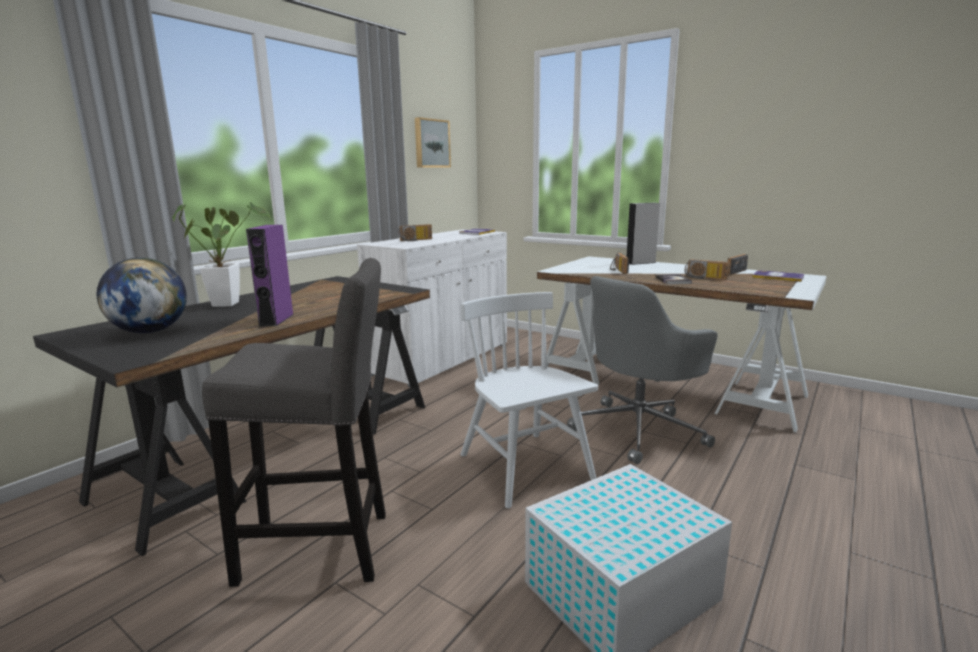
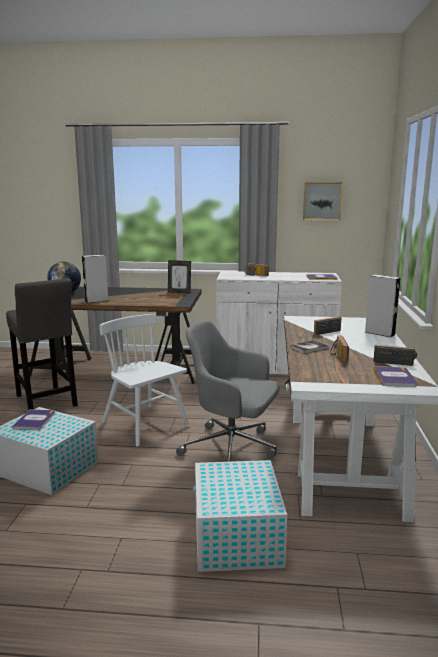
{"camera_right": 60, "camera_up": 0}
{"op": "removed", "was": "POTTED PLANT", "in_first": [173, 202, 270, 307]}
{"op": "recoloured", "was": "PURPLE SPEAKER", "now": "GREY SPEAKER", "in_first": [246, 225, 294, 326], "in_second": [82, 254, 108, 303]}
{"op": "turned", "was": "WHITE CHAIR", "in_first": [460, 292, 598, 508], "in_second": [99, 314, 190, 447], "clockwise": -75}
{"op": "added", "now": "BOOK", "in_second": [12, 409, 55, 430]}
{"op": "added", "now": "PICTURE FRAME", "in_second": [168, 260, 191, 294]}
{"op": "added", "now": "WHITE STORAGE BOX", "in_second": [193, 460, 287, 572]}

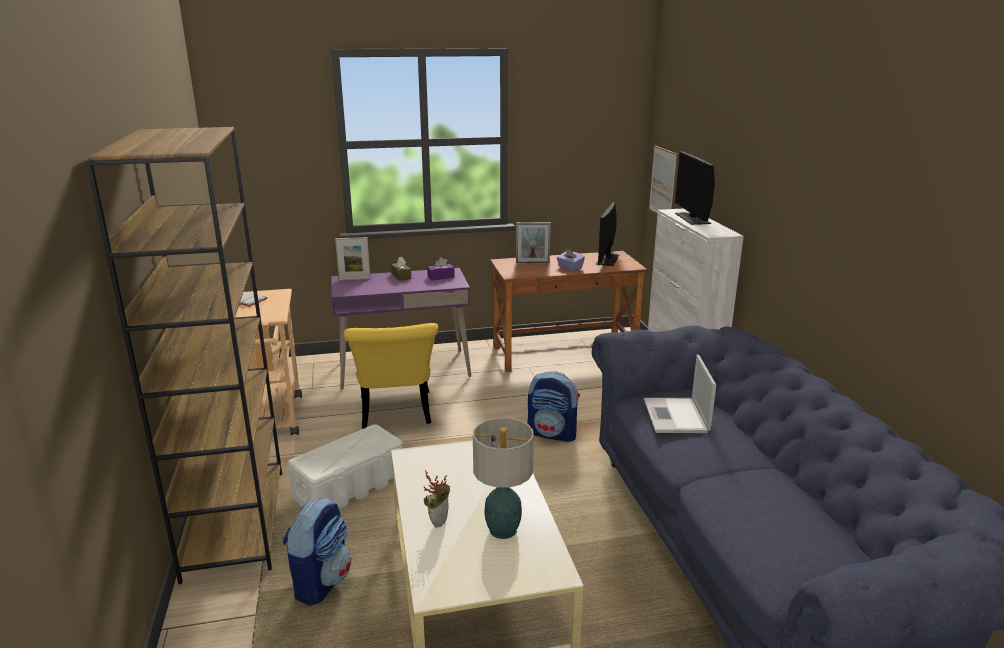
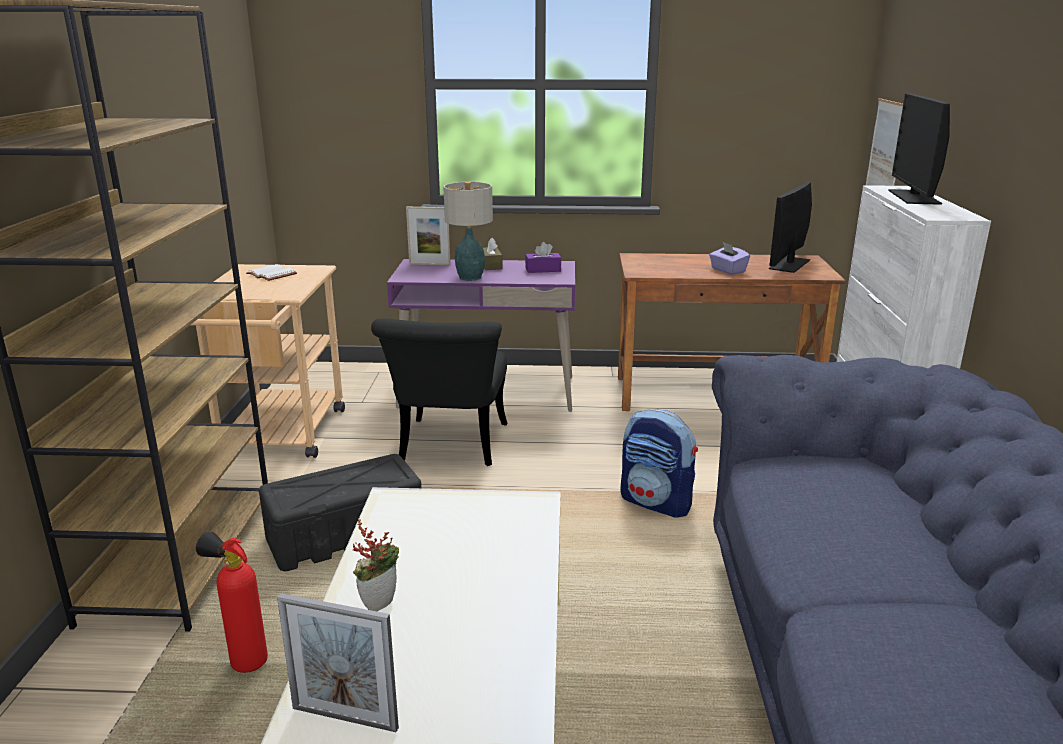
{"camera_right": 15, "camera_up": 0}
{"op": "replaced", "was": "BACKPACK", "now": "FIRE EXTINGUISHER", "in_first": [283, 497, 351, 606], "in_second": [196, 531, 268, 673]}
{"op": "recoloured", "was": "WHITE STORAGE BOX", "now": "BLACK STORAGE BOX", "in_first": [288, 424, 403, 509], "in_second": [259, 454, 422, 571]}
{"op": "recoloured", "was": "YELLOW CHAIR", "now": "BLACK CHAIR", "in_first": [344, 323, 438, 429], "in_second": [371, 318, 508, 466]}
{"op": "moved", "was": "TABLE LAMP", "in_first": [473, 418, 534, 539], "in_second": [443, 182, 493, 281]}
{"op": "moved", "was": "PICTURE FRAME", "in_first": [516, 222, 551, 263], "in_second": [277, 593, 399, 732]}
{"op": "removed", "was": "LAPTOP", "in_first": [644, 355, 716, 433]}

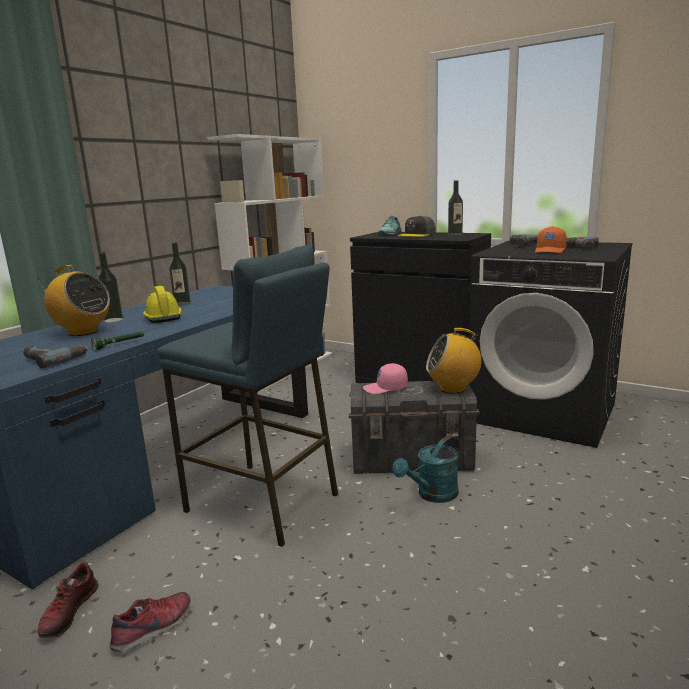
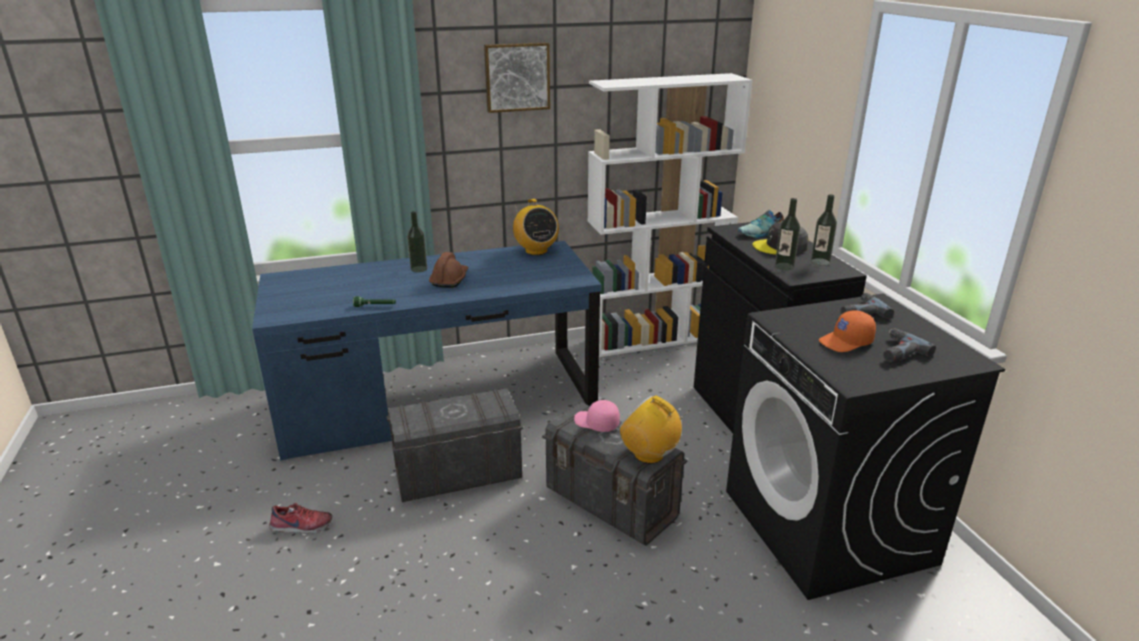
{"camera_right": 40, "camera_up": 10}
{"op": "removed", "was": "POWER DRILL", "in_first": [23, 344, 88, 369]}
{"op": "moved", "was": "RADIO", "in_first": [37, 265, 110, 336], "in_second": [513, 199, 559, 255]}
{"op": "removed", "was": "SHOE", "in_first": [38, 562, 98, 638]}
{"op": "recoloured", "was": "YELLOW HARD HAT", "now": "BROWN HARD HAT", "in_first": [143, 286, 182, 323], "in_second": [429, 252, 469, 288]}
{"op": "replaced", "was": "BLUE STOOL", "now": "GREY STORAGE BOX", "in_first": [157, 245, 338, 547], "in_second": [386, 388, 523, 502]}
{"op": "moved", "was": "BOTTLE", "in_first": [169, 242, 191, 306], "in_second": [775, 198, 800, 270]}
{"op": "removed", "was": "TURQUOISE WATERING CAN", "in_first": [393, 435, 460, 503]}
{"op": "added", "now": "PICTURE", "in_second": [484, 42, 550, 113]}

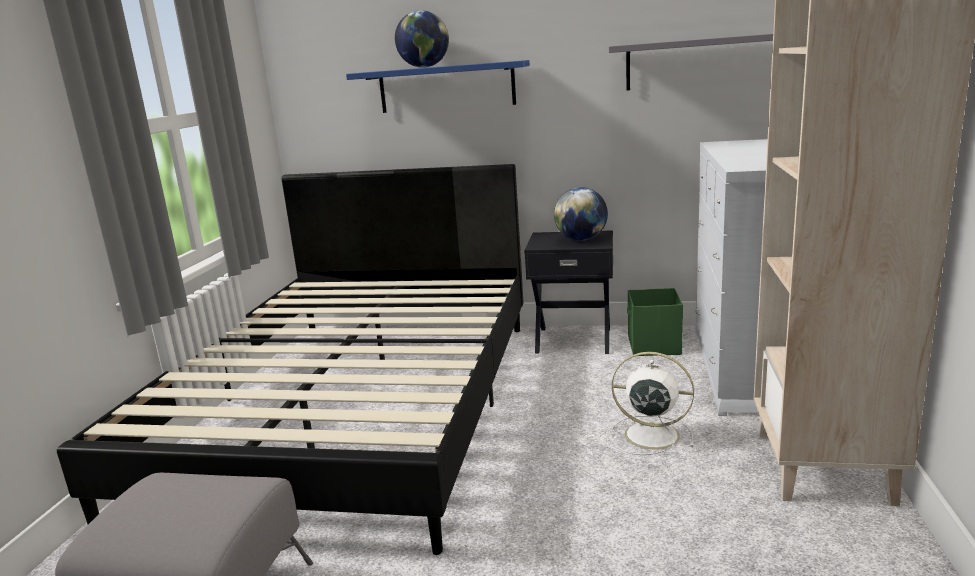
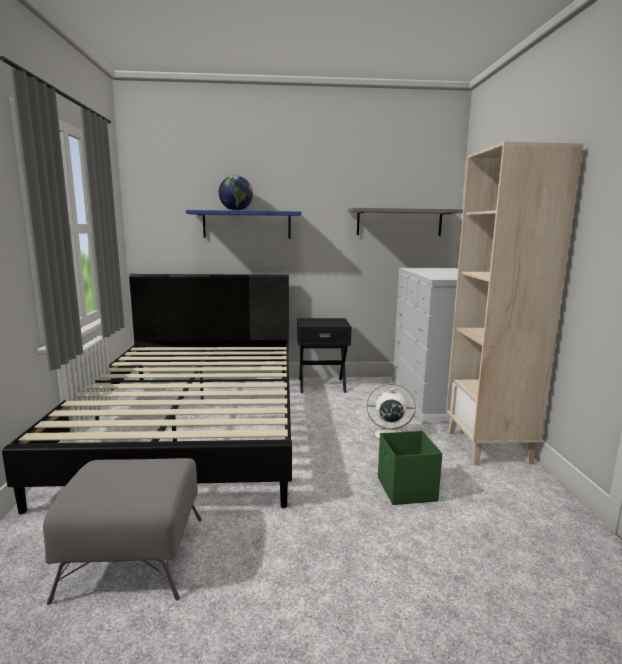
{"camera_right": -15, "camera_up": -5}
{"op": "removed", "was": "GLOBE", "in_first": [554, 187, 608, 241]}
{"op": "moved", "was": "GREEN STORAGE BOX", "in_first": [627, 288, 683, 356], "in_second": [378, 431, 442, 505]}

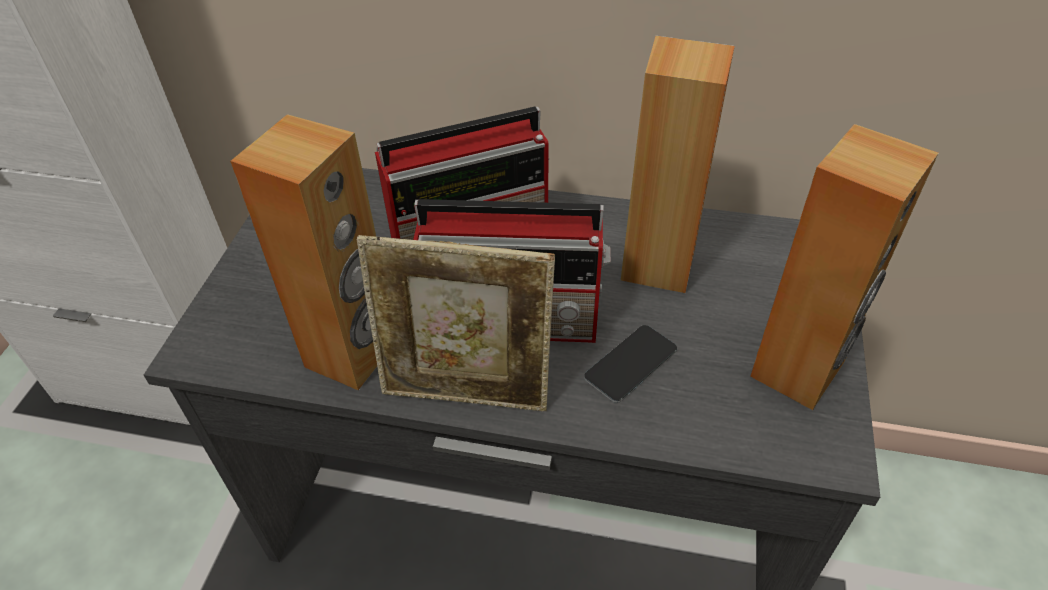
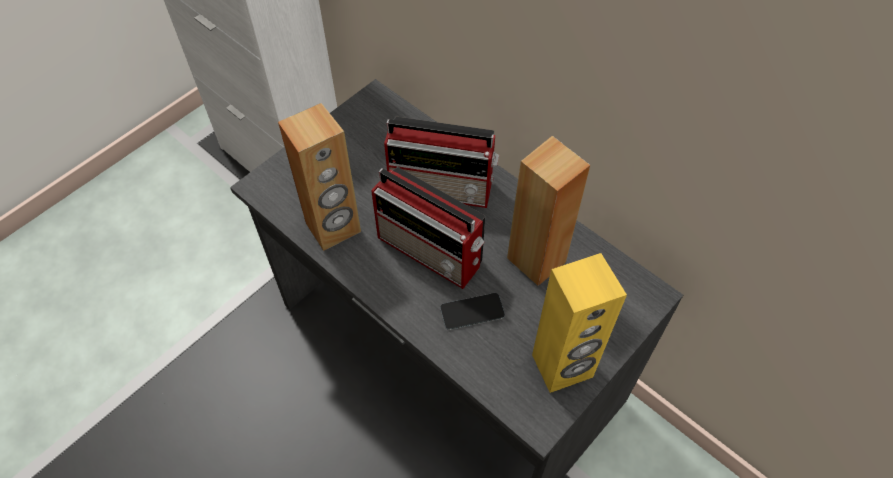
{"camera_right": 30, "camera_up": 10}
{"op": "removed", "was": "PICTURE FRAME", "in_first": [357, 235, 555, 411]}
{"op": "recoloured", "was": "BROWN SPEAKER", "now": "YELLOW SPEAKER", "in_first": [750, 124, 938, 410], "in_second": [532, 253, 627, 393]}

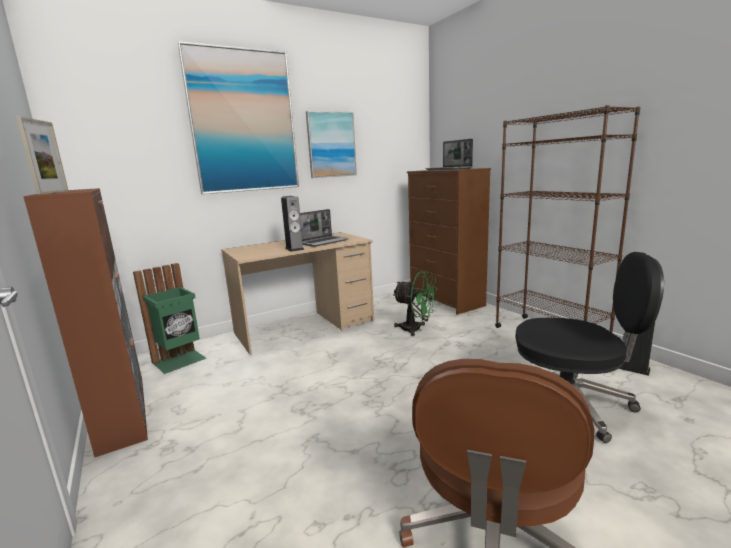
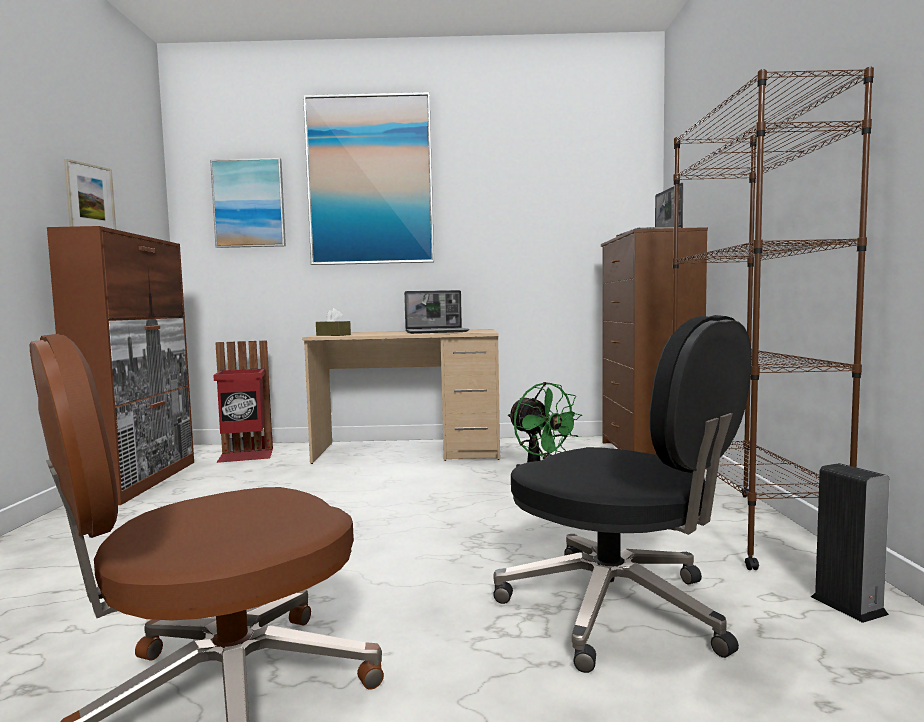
{"camera_right": 30, "camera_up": -10}
{"op": "recoloured", "was": "GREEN TRASH CAN", "now": "RED TRASH CAN", "in_first": [133, 263, 206, 374], "in_second": [213, 340, 273, 463]}
{"op": "removed", "was": "SPEAKER", "in_first": [281, 196, 304, 252]}
{"op": "moved", "was": "PICTURE", "in_first": [306, 111, 357, 178], "in_second": [210, 158, 286, 248]}
{"op": "added", "now": "BROWN TISSUE BOX", "in_second": [316, 308, 351, 336]}

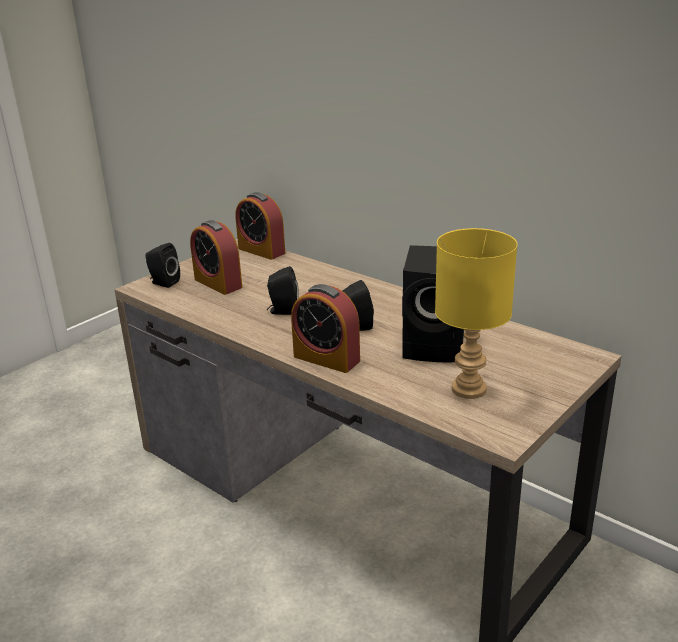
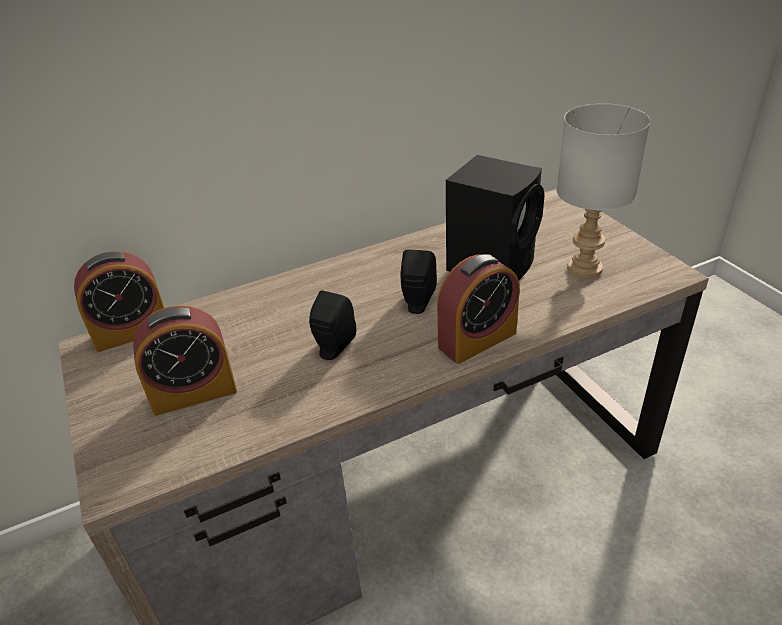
{"camera_right": -65, "camera_up": 10}
{"op": "removed", "was": "BLACK SPEAKER", "in_first": [145, 243, 180, 288]}
{"op": "recoloured", "was": "YELLOW TABLE LAMP", "now": "GREY TABLE LAMP", "in_first": [435, 228, 518, 399], "in_second": [557, 103, 650, 278]}

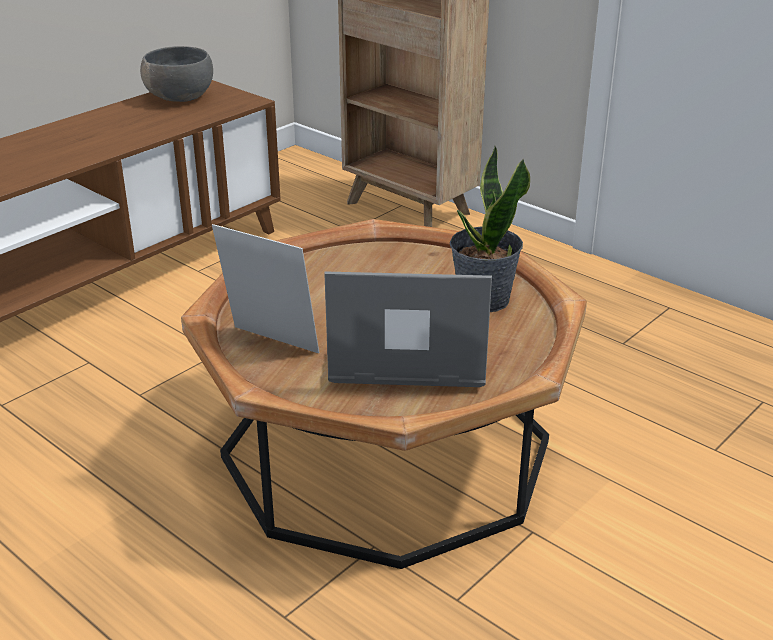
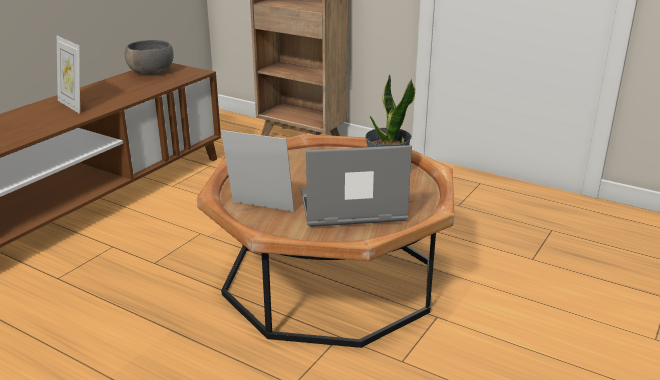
{"camera_right": -10, "camera_up": -5}
{"op": "added", "now": "PICTURE FRAME", "in_second": [57, 36, 80, 114]}

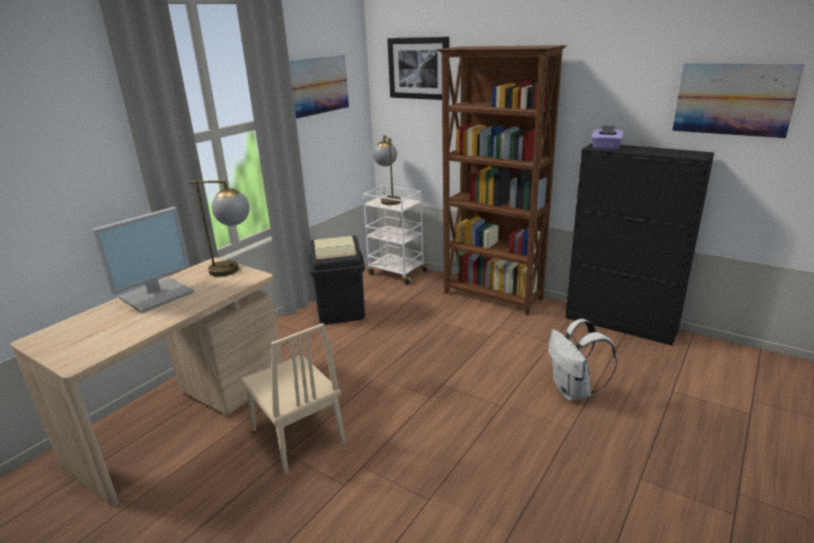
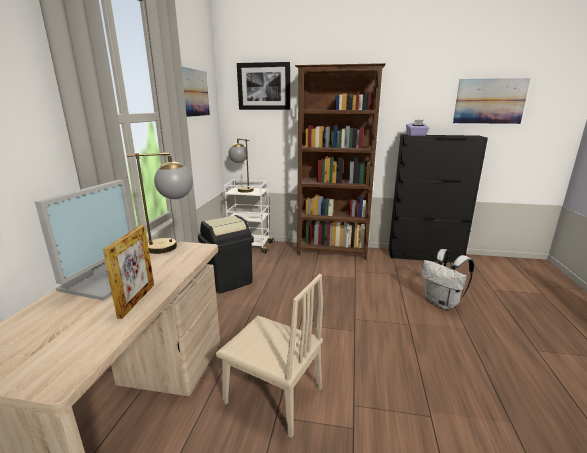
{"camera_right": -25, "camera_up": -5}
{"op": "added", "now": "PICTURE FRAME", "in_second": [103, 225, 154, 319]}

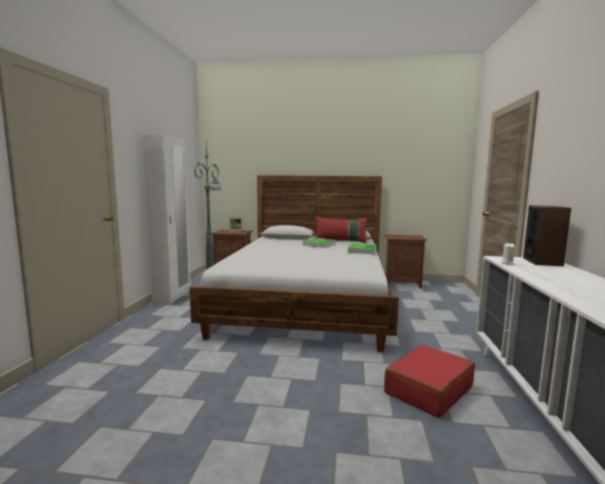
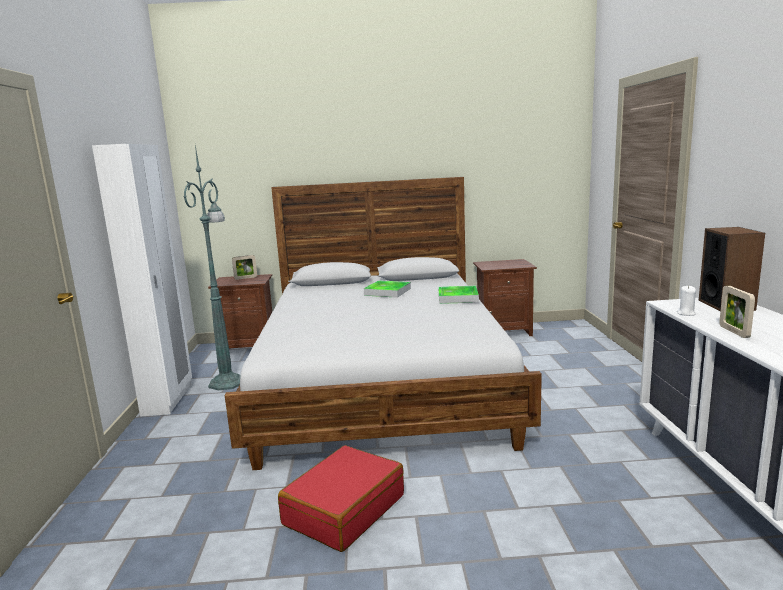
{"camera_right": -10, "camera_up": 5}
{"op": "removed", "was": "RED PILLOW", "in_first": [316, 217, 368, 243]}
{"op": "moved", "was": "RED SUITCASE", "in_first": [384, 345, 475, 418], "in_second": [278, 445, 404, 552]}
{"op": "added", "now": "PICTURE FRAME", "in_second": [719, 286, 755, 338]}

